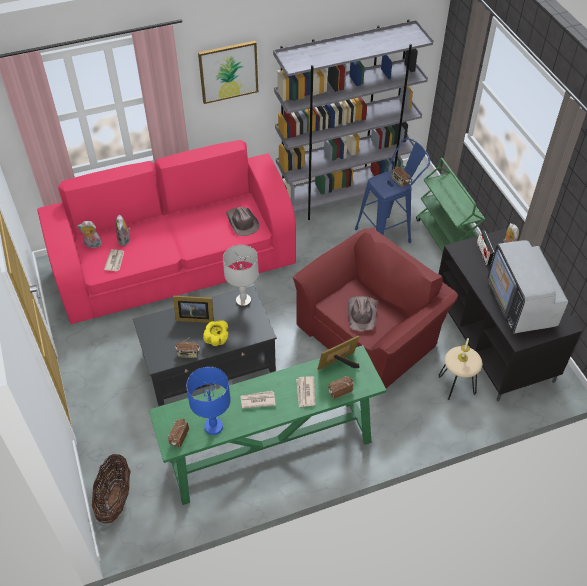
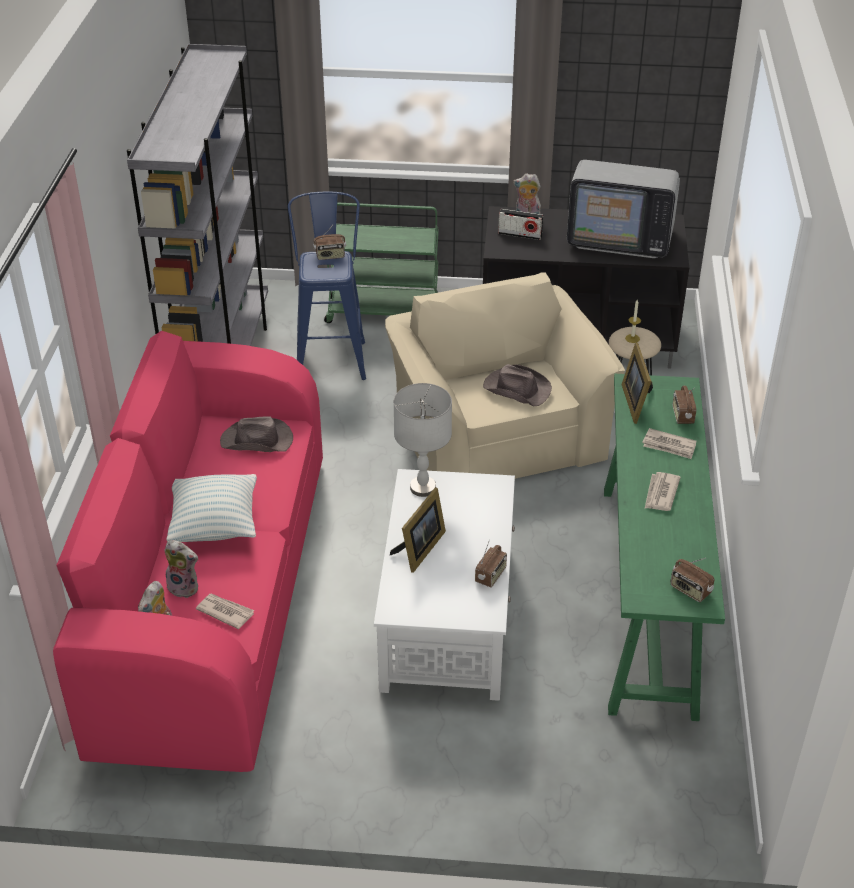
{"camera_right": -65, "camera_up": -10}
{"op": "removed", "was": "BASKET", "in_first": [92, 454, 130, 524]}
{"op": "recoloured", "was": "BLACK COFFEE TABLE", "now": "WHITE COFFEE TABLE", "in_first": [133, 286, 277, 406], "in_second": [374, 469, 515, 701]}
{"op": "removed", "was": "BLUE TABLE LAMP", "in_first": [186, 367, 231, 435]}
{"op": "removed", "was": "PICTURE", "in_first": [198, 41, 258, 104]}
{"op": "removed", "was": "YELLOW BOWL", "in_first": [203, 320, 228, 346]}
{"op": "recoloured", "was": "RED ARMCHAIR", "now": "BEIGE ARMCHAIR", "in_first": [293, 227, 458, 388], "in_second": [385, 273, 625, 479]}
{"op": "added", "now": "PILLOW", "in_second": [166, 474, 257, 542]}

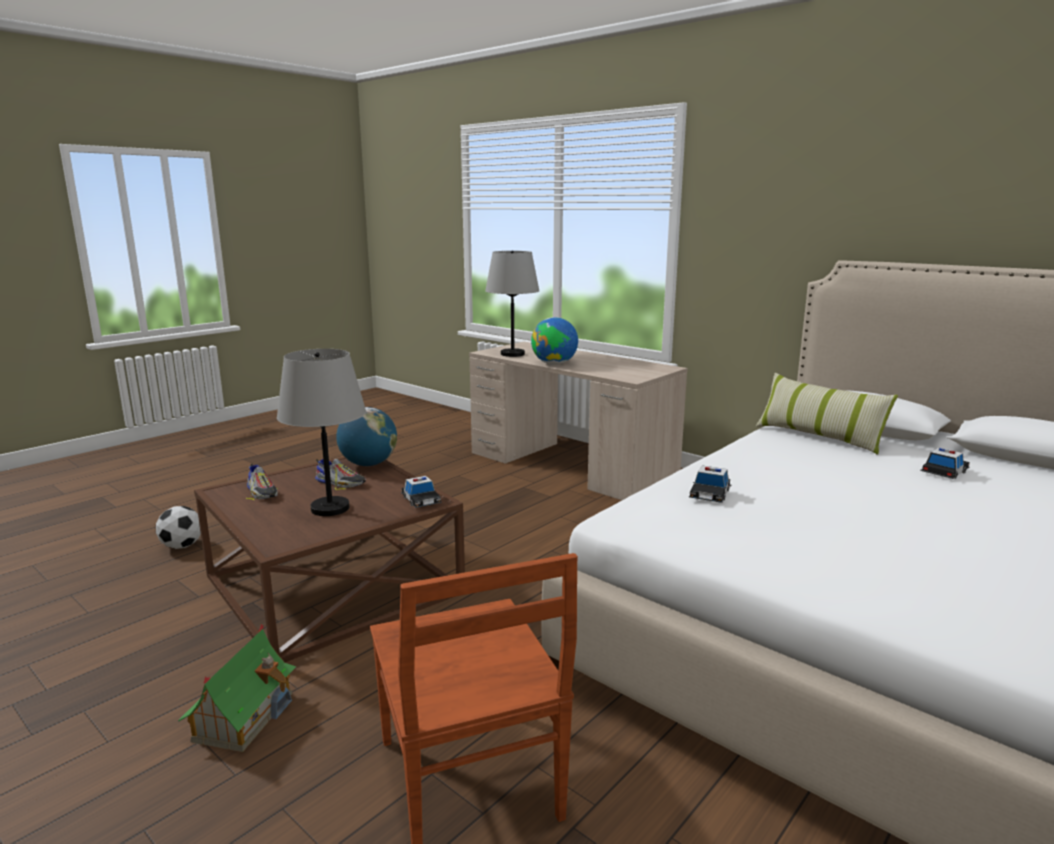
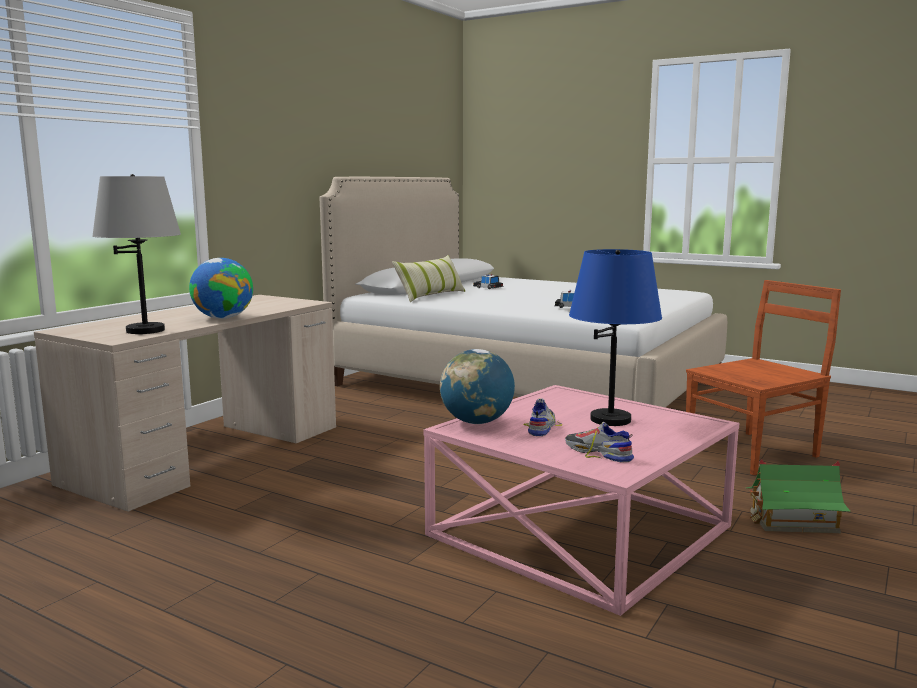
{"camera_right": -100, "camera_up": -5}
{"op": "removed", "was": "FOOTBALL", "in_first": [156, 506, 201, 549]}
{"op": "recoloured", "was": "BROWN COFFEE TABLE", "now": "PINK COFFEE TABLE", "in_first": [194, 457, 465, 662], "in_second": [424, 385, 739, 616]}
{"op": "turned", "was": "SHOE", "in_first": [246, 464, 278, 500], "in_second": [565, 422, 634, 462], "clockwise": -90}
{"op": "recoloured", "was": "GREY TABLE LAMP", "now": "BLUE TABLE LAMP", "in_first": [277, 349, 366, 516], "in_second": [569, 249, 662, 426]}
{"op": "removed", "was": "TOY CAR", "in_first": [401, 476, 442, 508]}

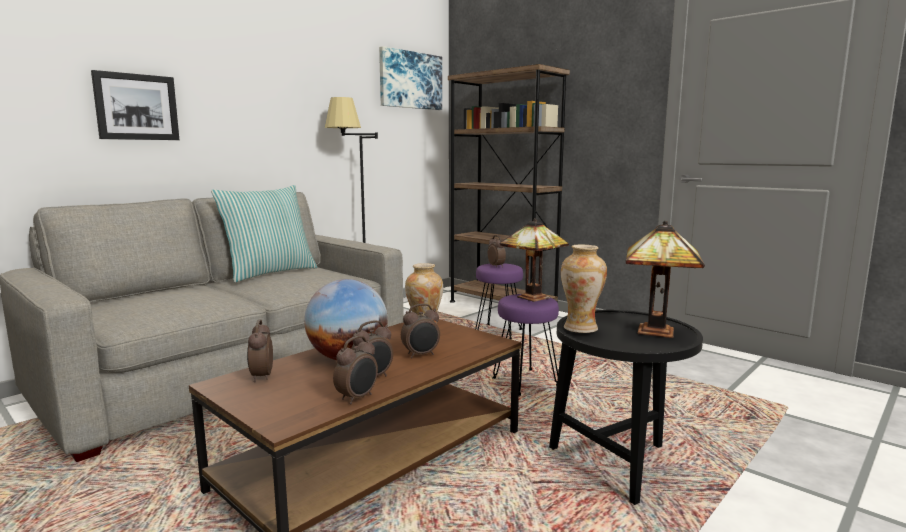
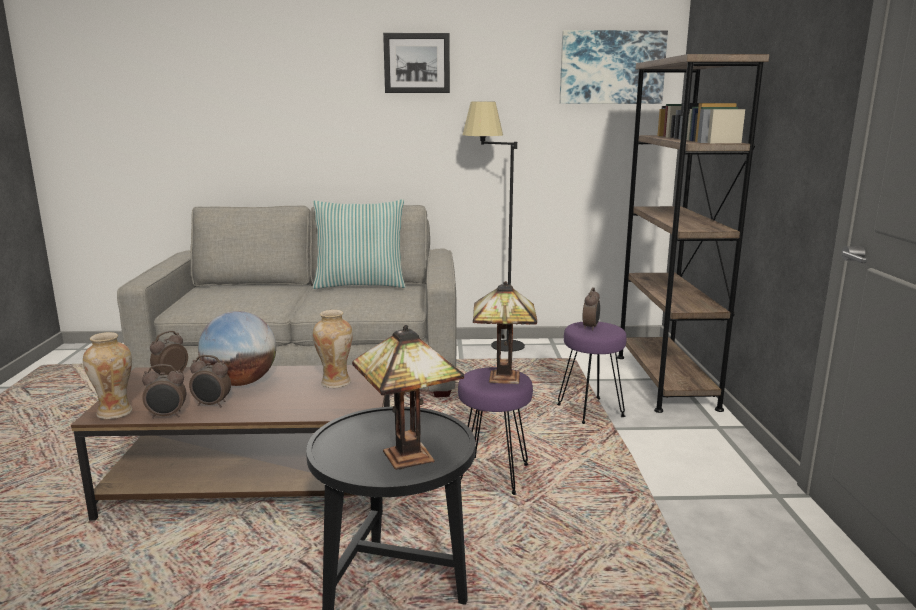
{"camera_right": 45, "camera_up": 5}
{"op": "moved", "was": "PICTURE", "in_first": [91, 70, 179, 140], "in_second": [383, 33, 450, 93]}
{"op": "removed", "was": "ALARM CLOCK", "in_first": [401, 304, 440, 358]}
{"op": "moved", "was": "VASE", "in_first": [561, 244, 607, 333], "in_second": [83, 332, 132, 419]}

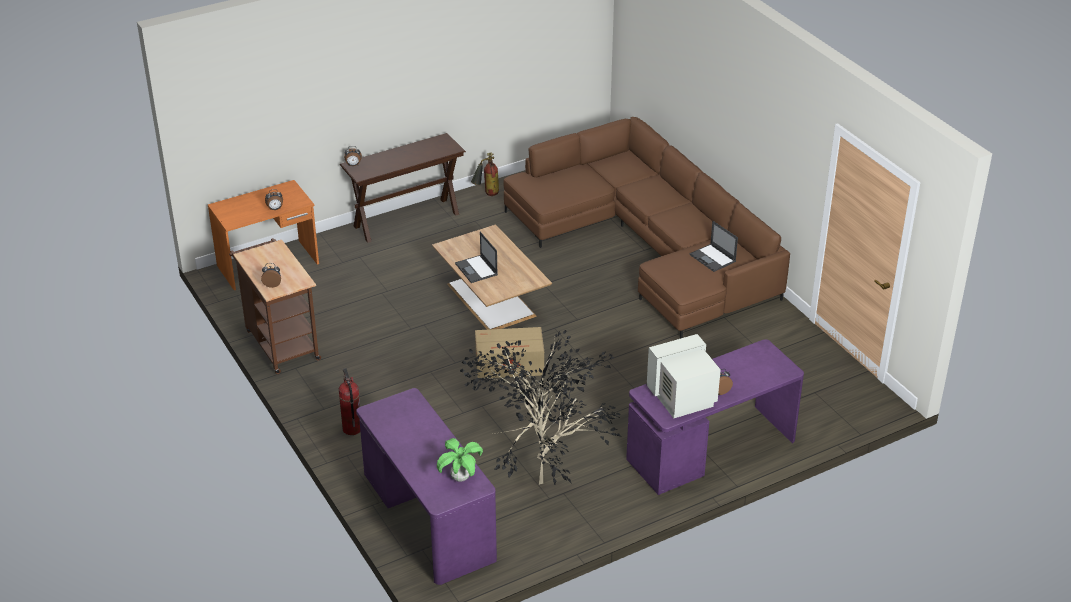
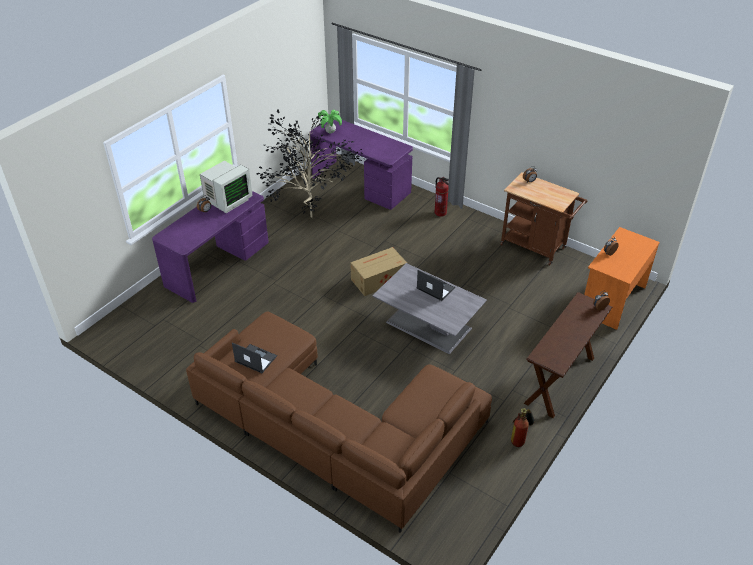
{"camera_right": 155, "camera_up": 5}
{"op": "recoloured", "was": "BROWN COFFEE TABLE", "now": "GREY COFFEE TABLE", "in_first": [432, 225, 552, 330], "in_second": [372, 263, 487, 354]}

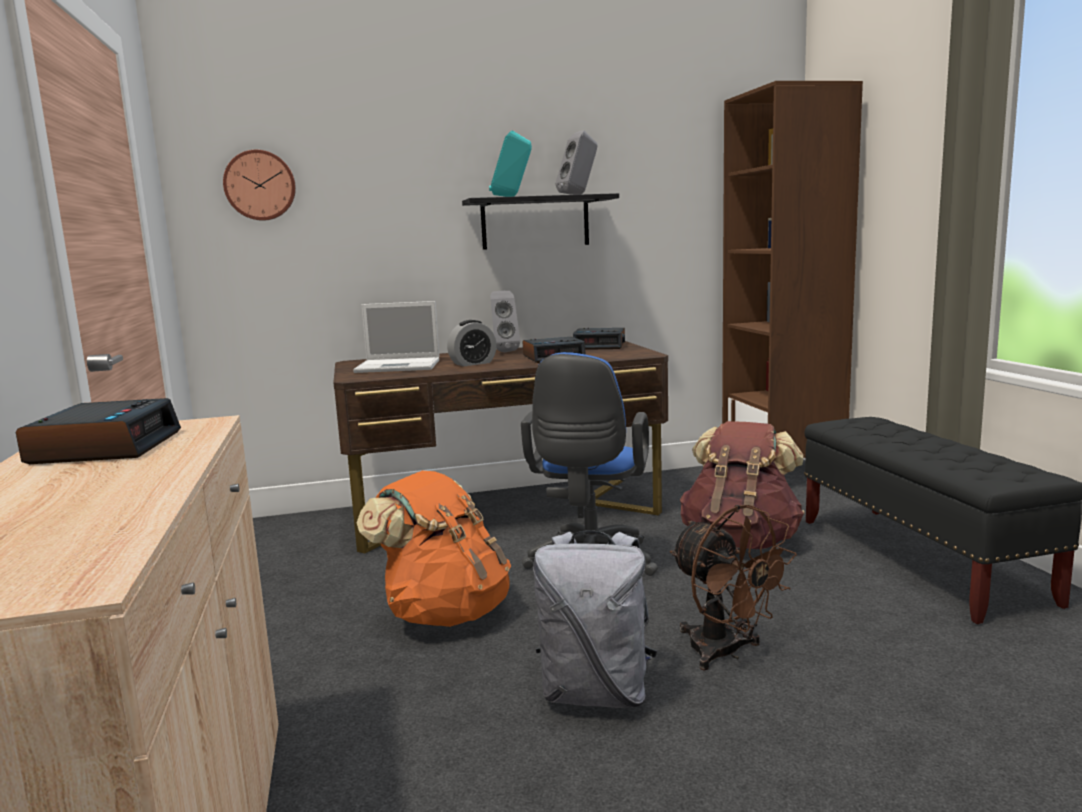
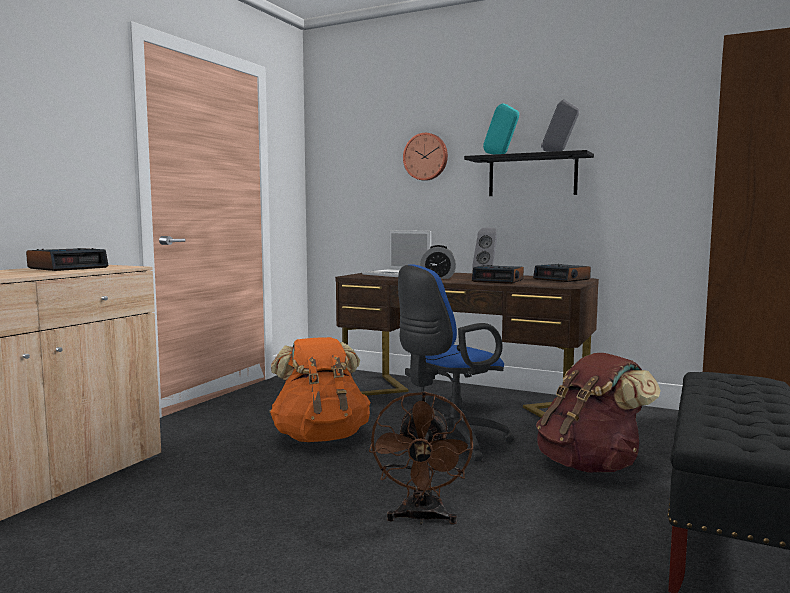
{"camera_right": 40, "camera_up": -5}
{"op": "moved", "was": "WALL CLOCK", "in_first": [223, 150, 296, 221], "in_second": [403, 133, 448, 181]}
{"op": "removed", "was": "GREY BACKPACK", "in_first": [533, 530, 657, 708]}

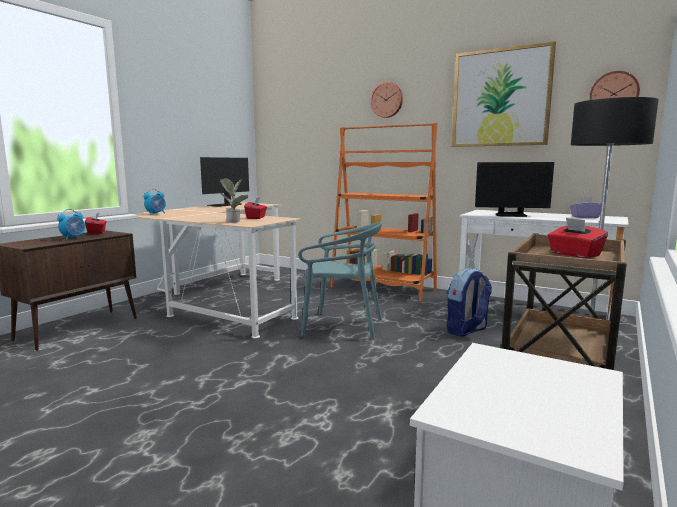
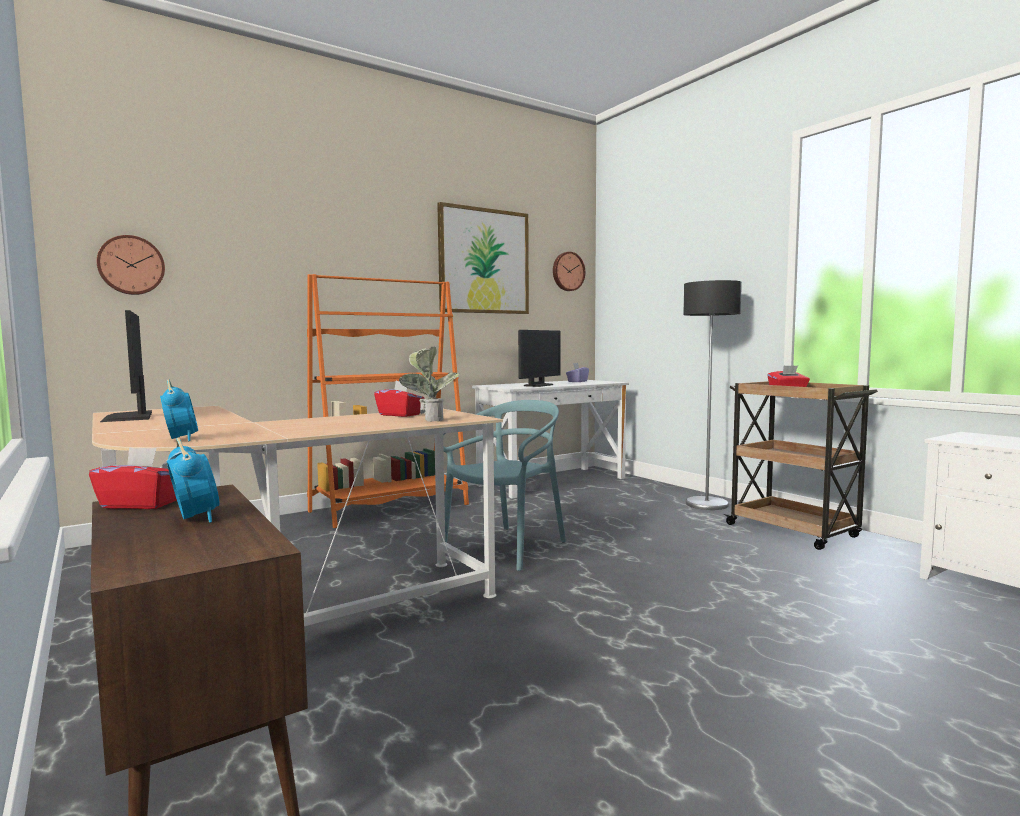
{"camera_right": -65, "camera_up": -5}
{"op": "moved", "was": "WALL CLOCK", "in_first": [370, 82, 403, 118], "in_second": [97, 235, 165, 295]}
{"op": "removed", "was": "BACKPACK", "in_first": [447, 268, 492, 336]}

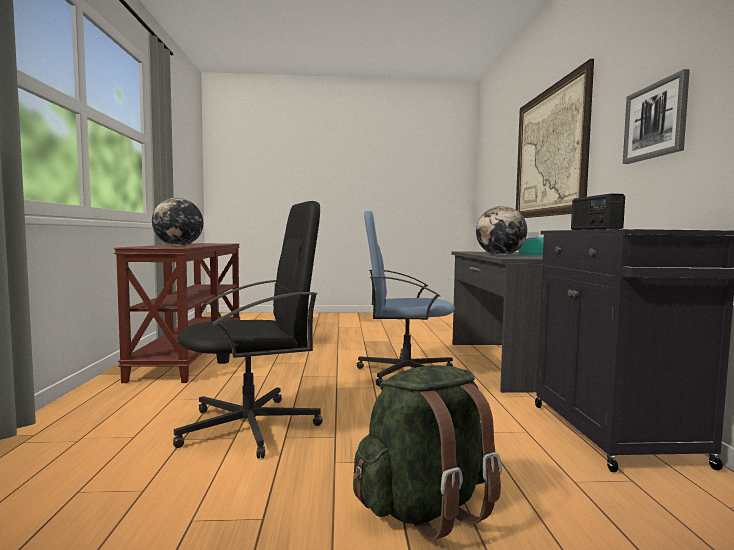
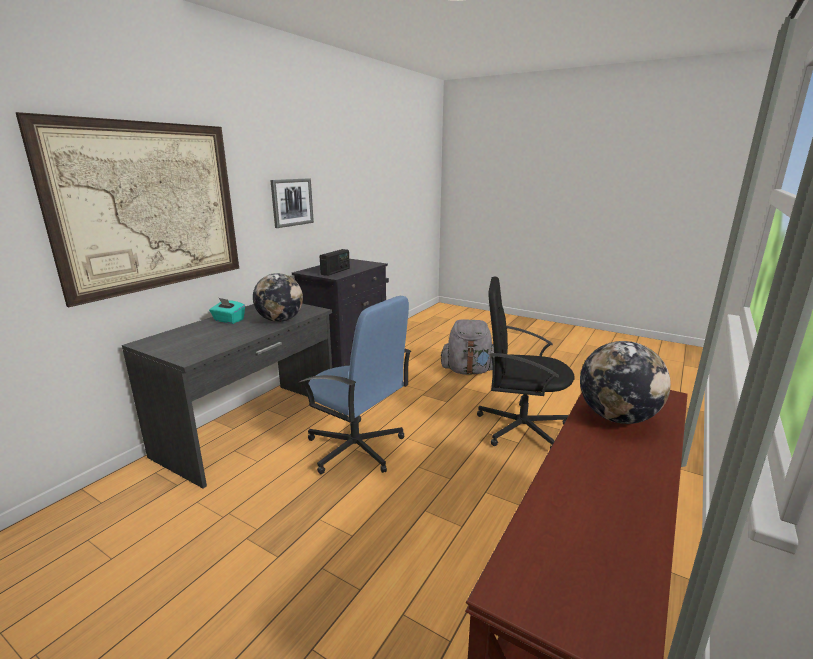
{"camera_right": -145, "camera_up": 15}
{"op": "recoloured", "was": "GREEN BACKPACK", "now": "GREY BACKPACK", "in_first": [353, 365, 502, 541], "in_second": [441, 319, 494, 375]}

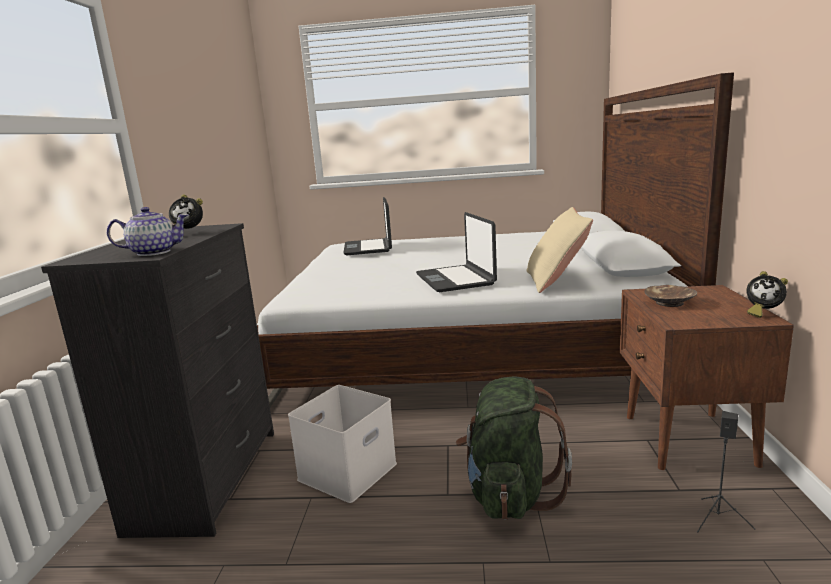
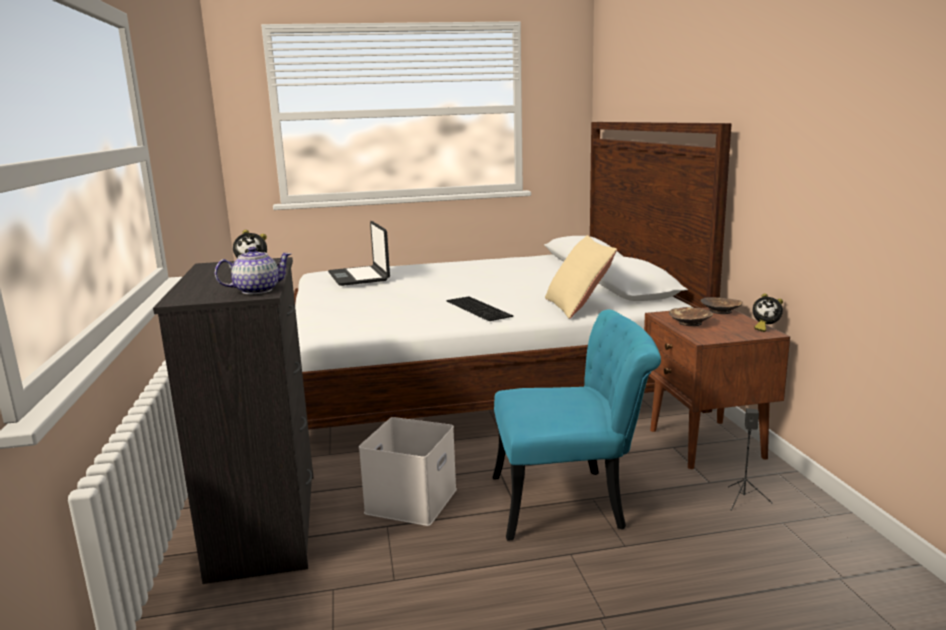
{"camera_right": -15, "camera_up": 0}
{"op": "replaced", "was": "LAPTOP", "now": "KEYBOARD", "in_first": [416, 212, 497, 292], "in_second": [447, 296, 513, 321]}
{"op": "replaced", "was": "GREEN BACKPACK", "now": "TURQUOISE CHAIR", "in_first": [456, 376, 572, 520], "in_second": [493, 309, 661, 541]}
{"op": "added", "now": "BROWN BOWL", "in_second": [701, 297, 743, 314]}

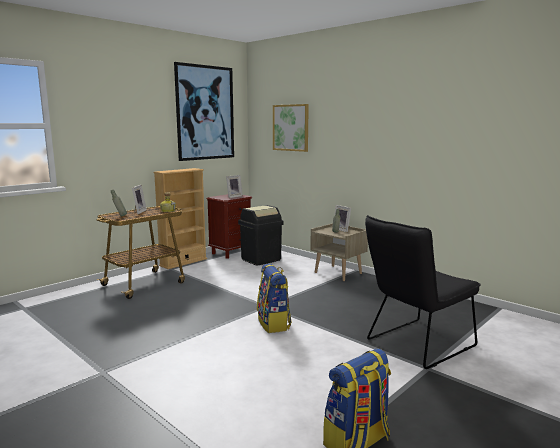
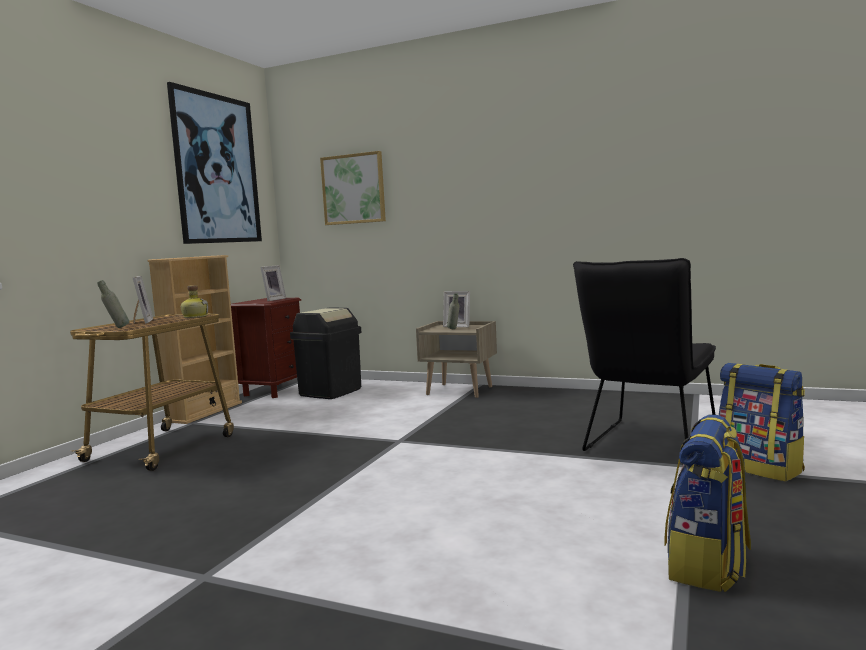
{"camera_right": -20, "camera_up": -5}
{"op": "moved", "was": "BACKPACK", "in_first": [257, 263, 292, 333], "in_second": [719, 363, 805, 482]}

